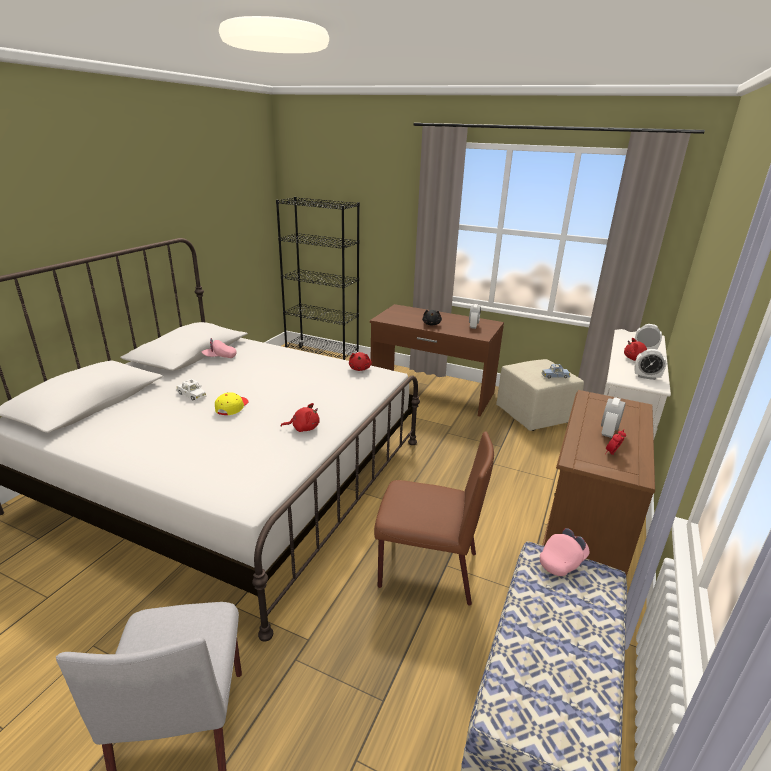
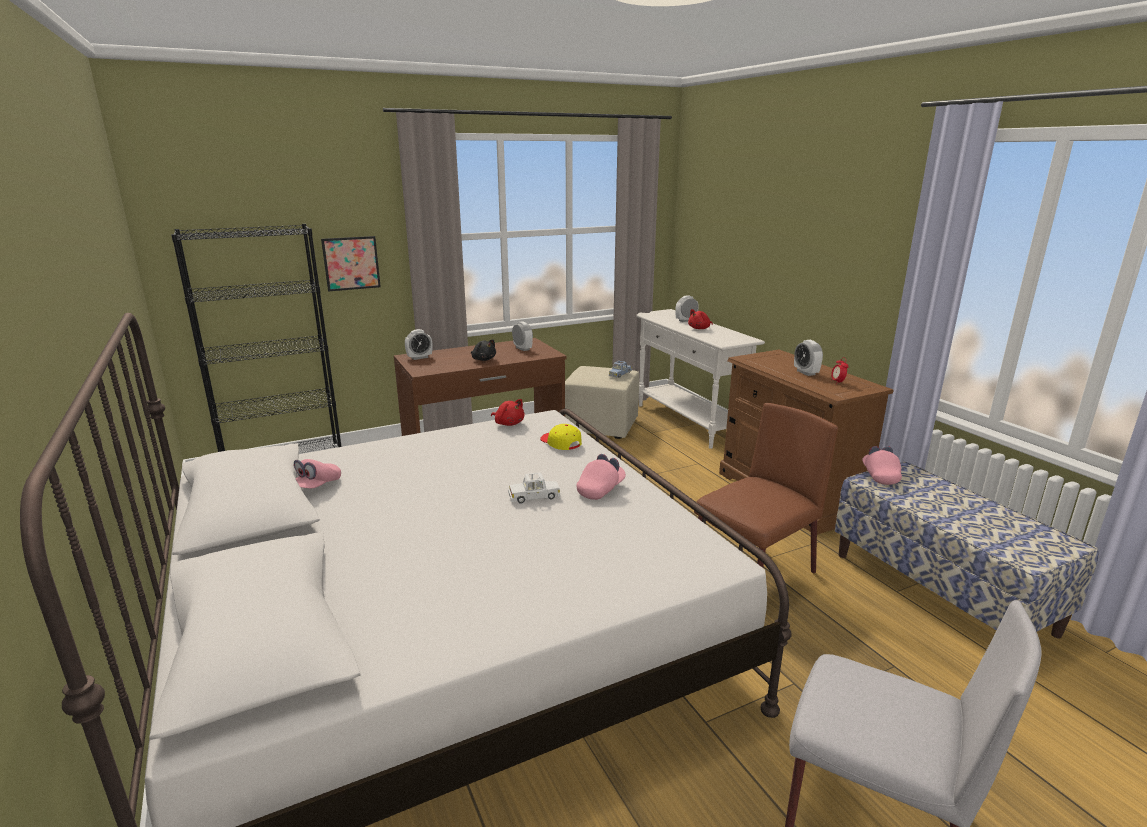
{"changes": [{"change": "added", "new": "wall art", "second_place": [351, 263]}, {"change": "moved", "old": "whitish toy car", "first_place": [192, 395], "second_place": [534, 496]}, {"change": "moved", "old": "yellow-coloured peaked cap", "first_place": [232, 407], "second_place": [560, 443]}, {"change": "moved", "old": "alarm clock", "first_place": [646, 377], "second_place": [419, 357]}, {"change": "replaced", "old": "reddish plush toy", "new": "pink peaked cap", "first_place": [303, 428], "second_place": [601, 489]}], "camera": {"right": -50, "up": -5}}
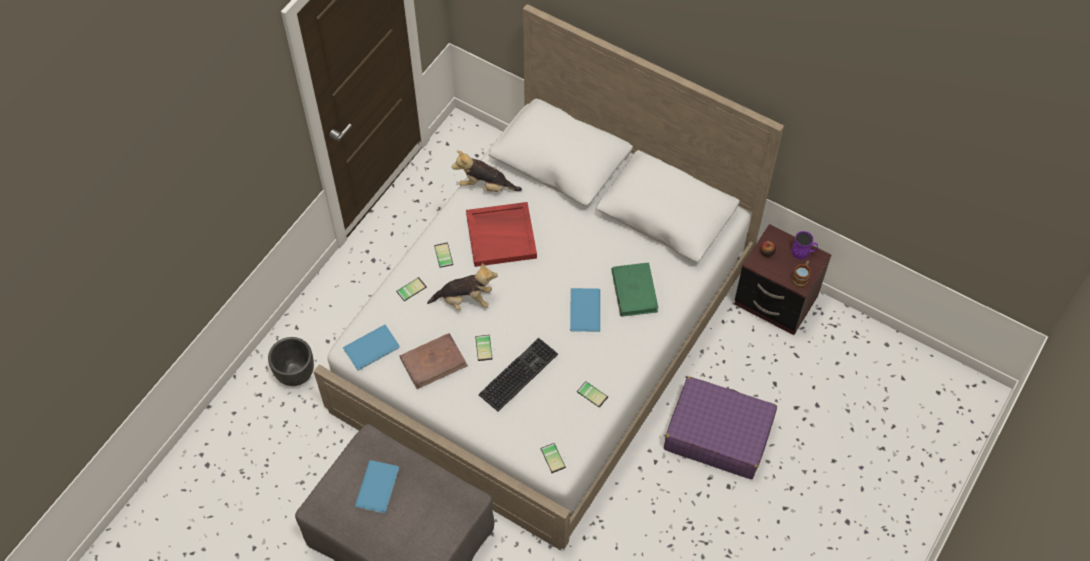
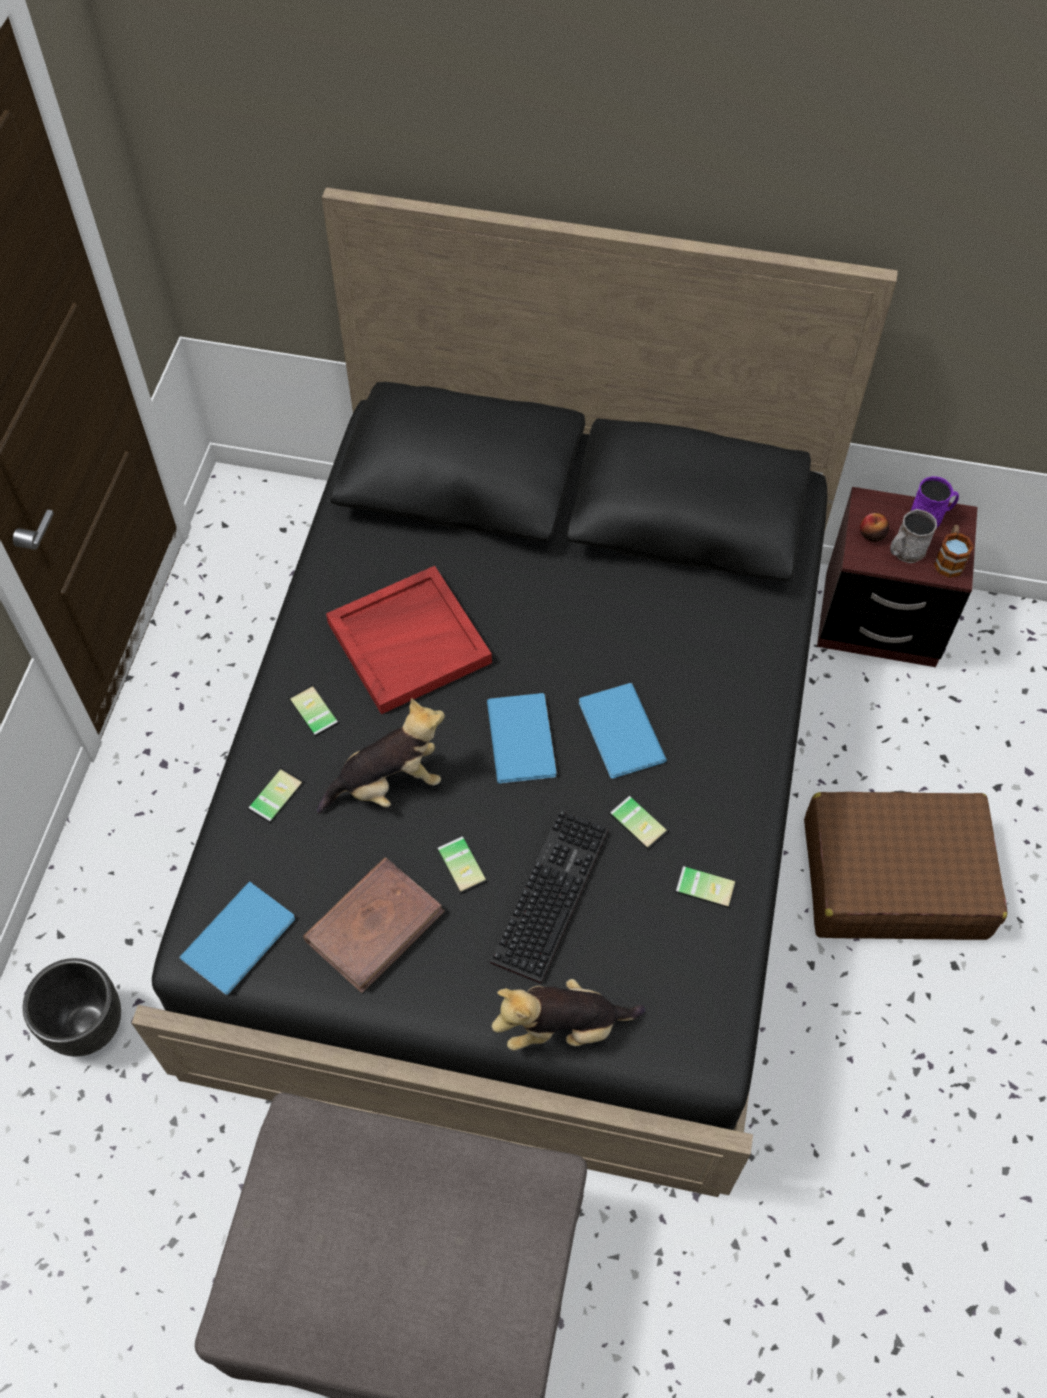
{"changes": [{"change": "removed", "old": "green volume", "first_place": [634, 291]}, {"change": "added", "new": "grey coffee mug", "second_place": [905, 552]}, {"change": "moved", "old": "blue-coloured volume", "first_place": [379, 486], "second_place": [523, 736]}, {"change": "moved", "old": "plush toy", "first_place": [486, 186], "second_place": [563, 1027]}, {"change": "moved", "old": "telephone", "first_place": [554, 457], "second_place": [640, 820]}, {"change": "recoloured", "old": "whitish bed", "new": "black-coloured bed", "first_place": [546, 334], "second_place": [525, 798]}, {"change": "recoloured", "old": "purplish piece of luggage", "new": "brown piece of luggage", "first_place": [717, 434], "second_place": [893, 878]}], "camera": {"right": -20, "up": 0}}
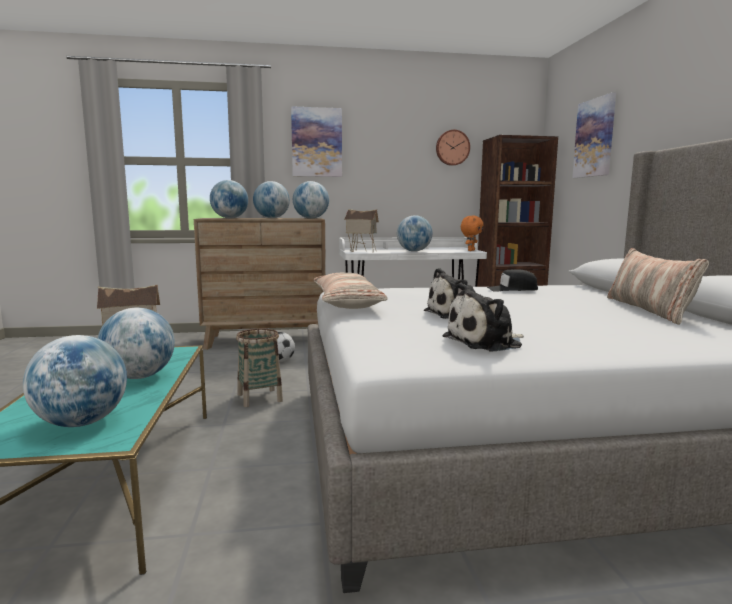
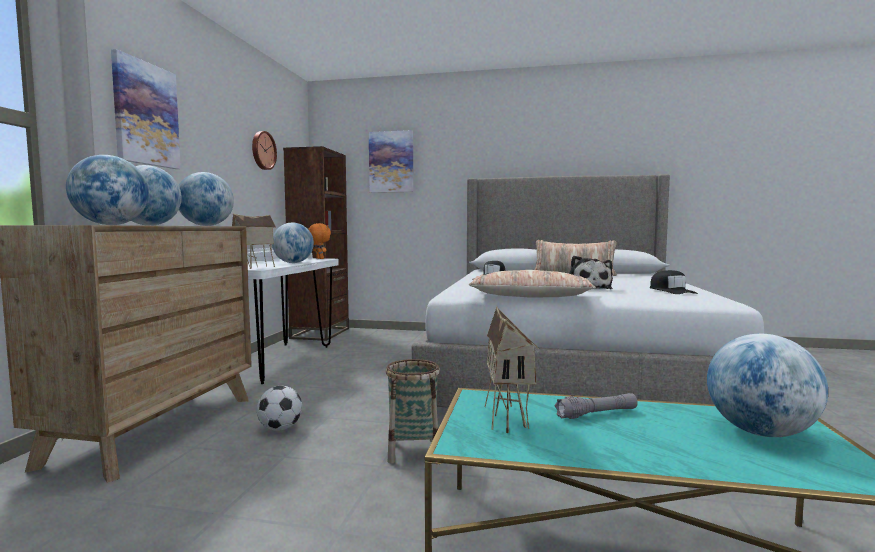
{"changes": [{"change": "replaced", "old": "world globe", "new": "grey torch", "first_place": [139, 377], "second_place": [597, 414]}, {"change": "replaced", "old": "plush toy", "new": "black-coloured peaked cap", "first_place": [486, 342], "second_place": [671, 291]}], "camera": {"right": -70, "up": -5}}
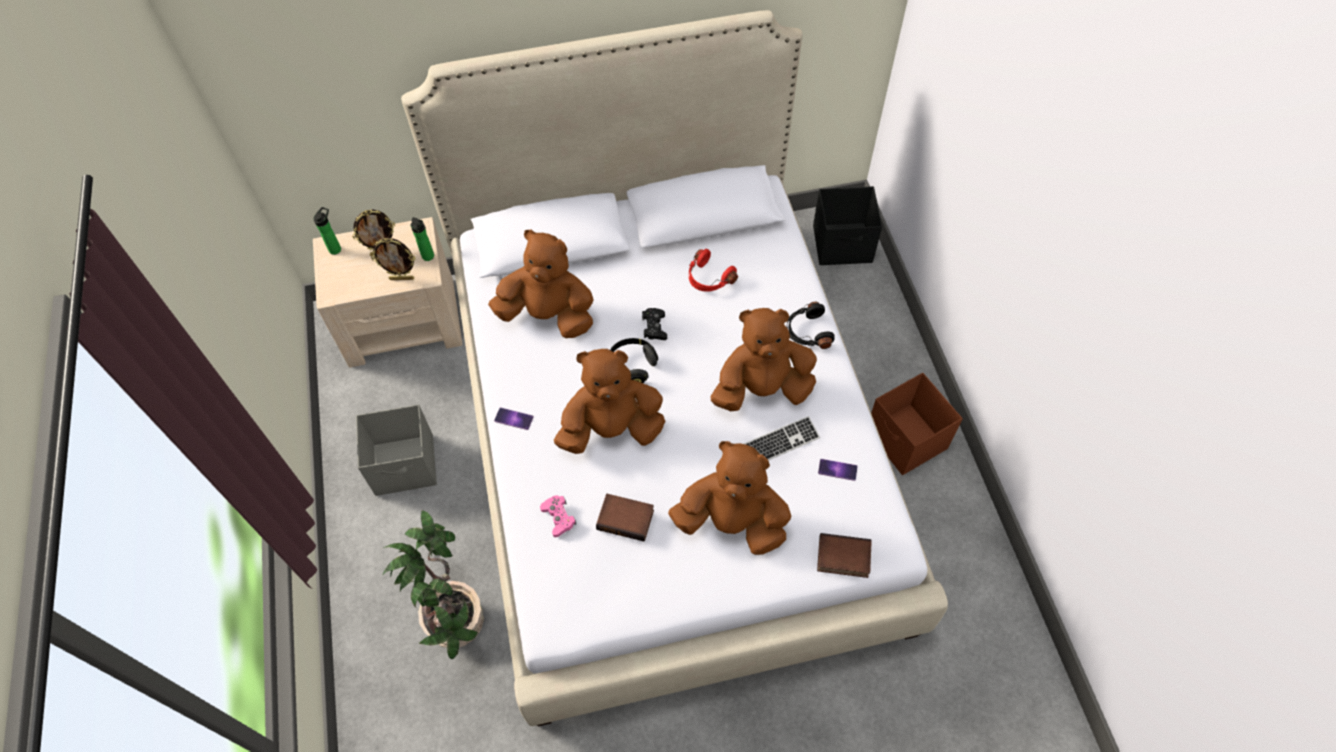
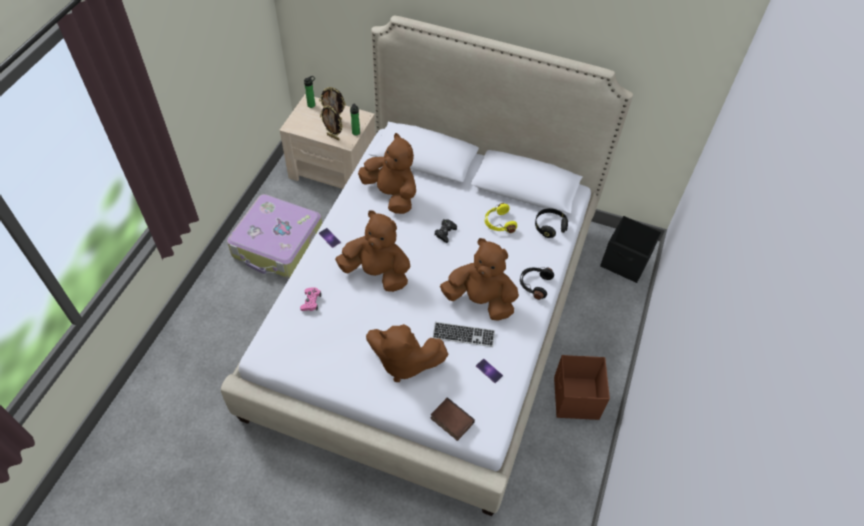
{"changes": [{"change": "removed", "old": "houseplant", "first_place": [458, 621]}, {"change": "removed", "old": "volume", "first_place": [626, 518]}, {"change": "moved", "old": "black-coloured pair of headphones", "first_place": [632, 366], "second_place": [549, 227]}, {"change": "replaced", "old": "grey storage bin", "new": "piece of luggage", "first_place": [406, 465], "second_place": [278, 244]}, {"change": "recoloured", "old": "reddish pair of headphones", "new": "yellow-coloured pair of headphones", "first_place": [708, 278], "second_place": [498, 223]}, {"change": "turned", "old": "brown plush toy", "first_place": [732, 522], "second_place": [403, 362], "degrees": 150}], "camera": {"right": 30, "up": -5}}
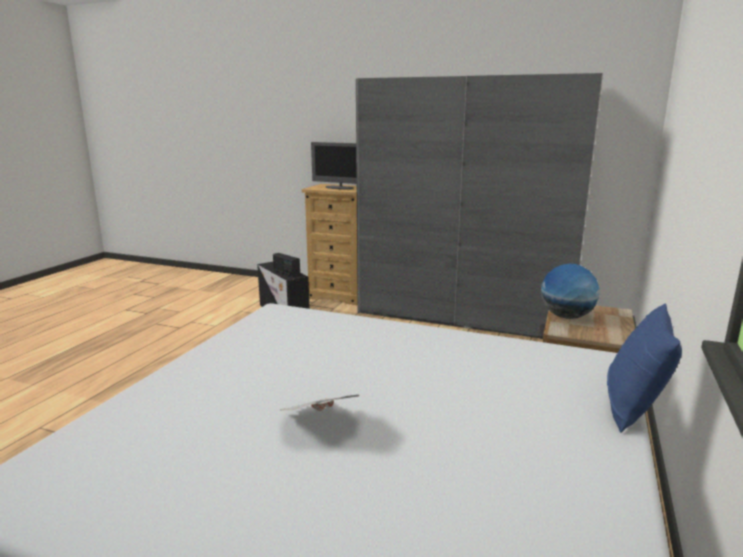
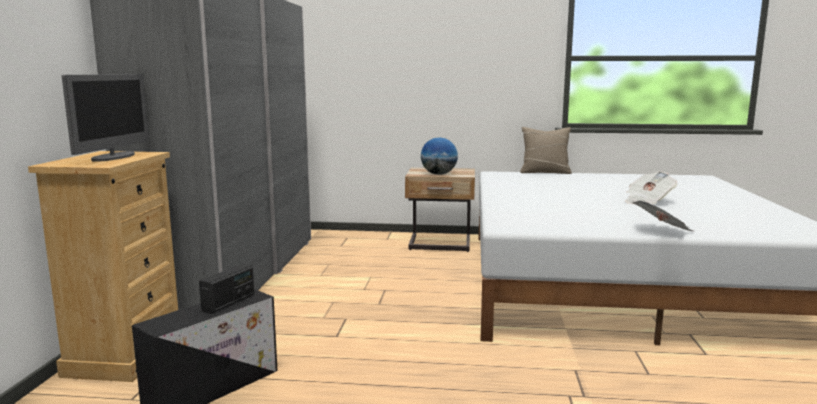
{"changes": [{"change": "added", "new": "printed paper", "second_place": [662, 232]}, {"change": "recoloured", "old": "blue-coloured throw pillow", "new": "sand-coloured throw pillow", "first_place": [633, 407], "second_place": [545, 172]}], "camera": {"right": -105, "up": -5}}
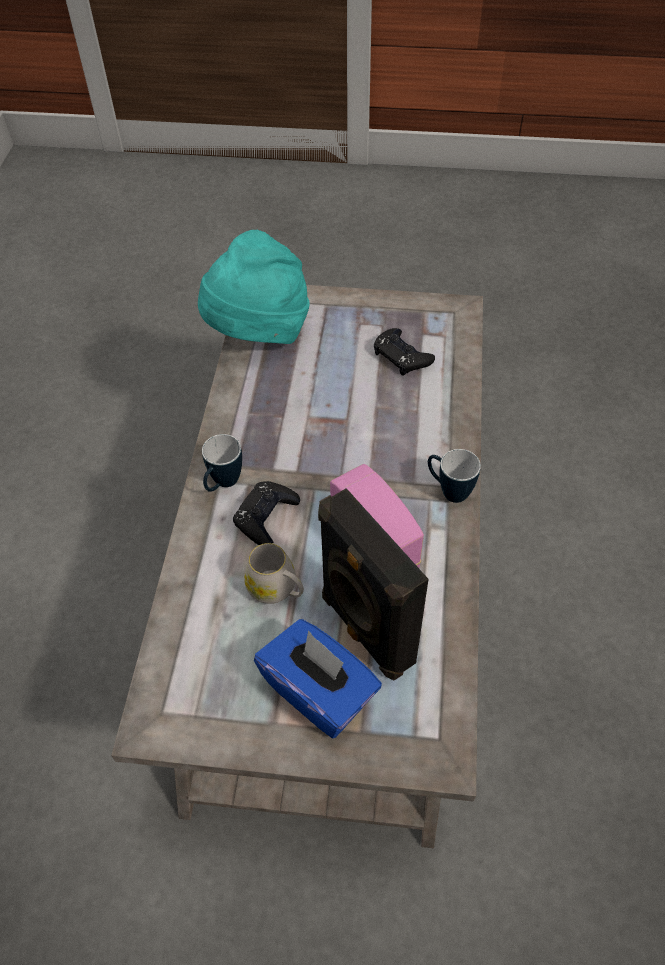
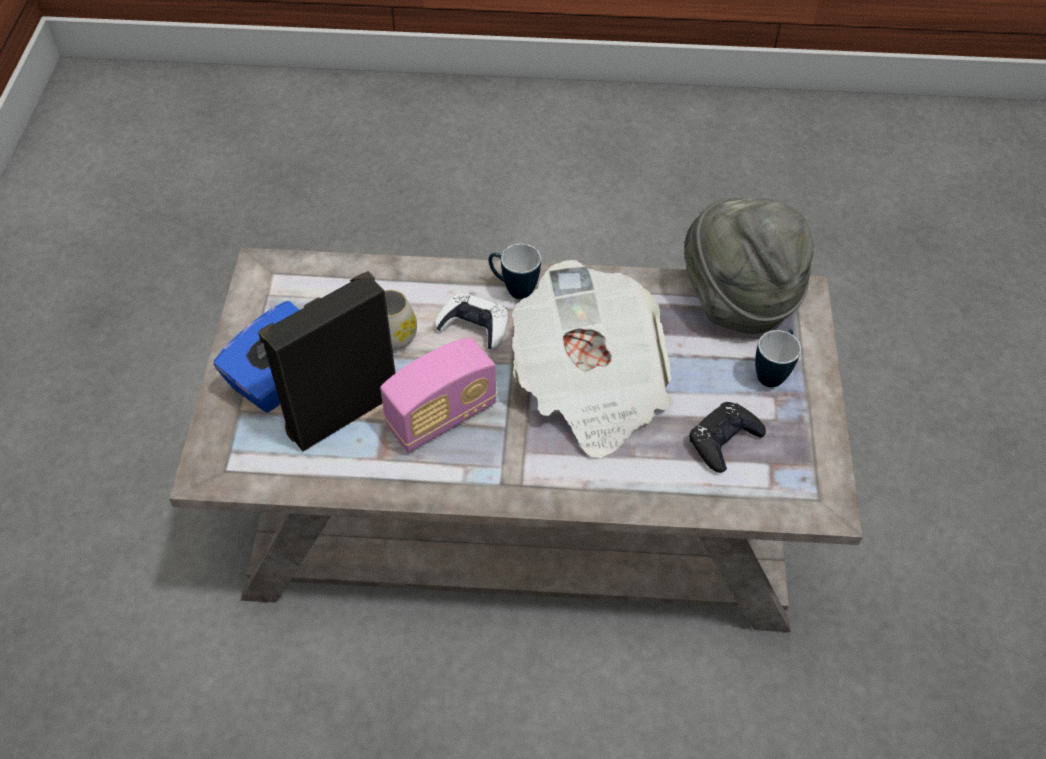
{"changes": [{"change": "added", "new": "printed paper", "second_place": [590, 386]}, {"change": "moved", "old": "coffee mug", "first_place": [448, 490], "second_place": [773, 373]}, {"change": "recoloured", "old": "turquoise-coloured clothing hat", "new": "grey clothing hat", "first_place": [258, 332], "second_place": [738, 299]}, {"change": "recoloured", "old": "black-coloured game controller", "new": "whitish game controller", "first_place": [266, 517], "second_place": [474, 326]}], "camera": {"right": 85, "up": 0}}
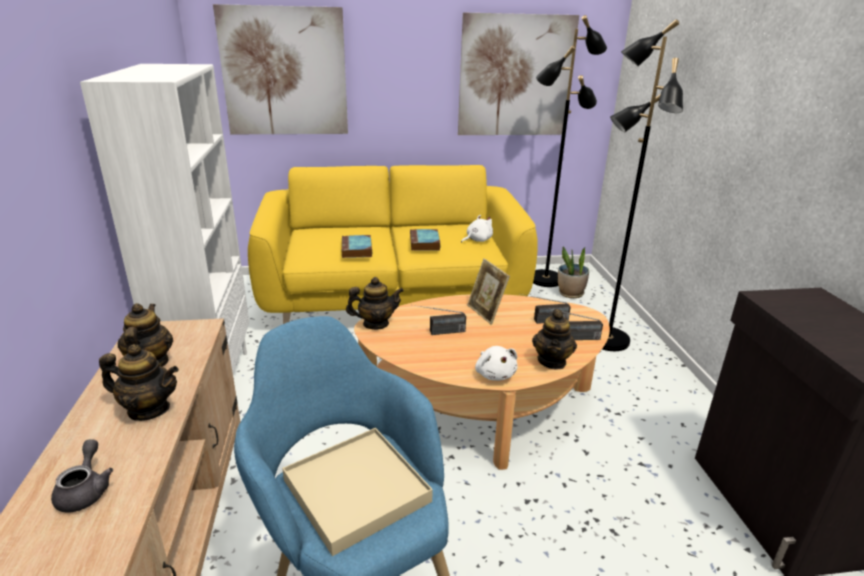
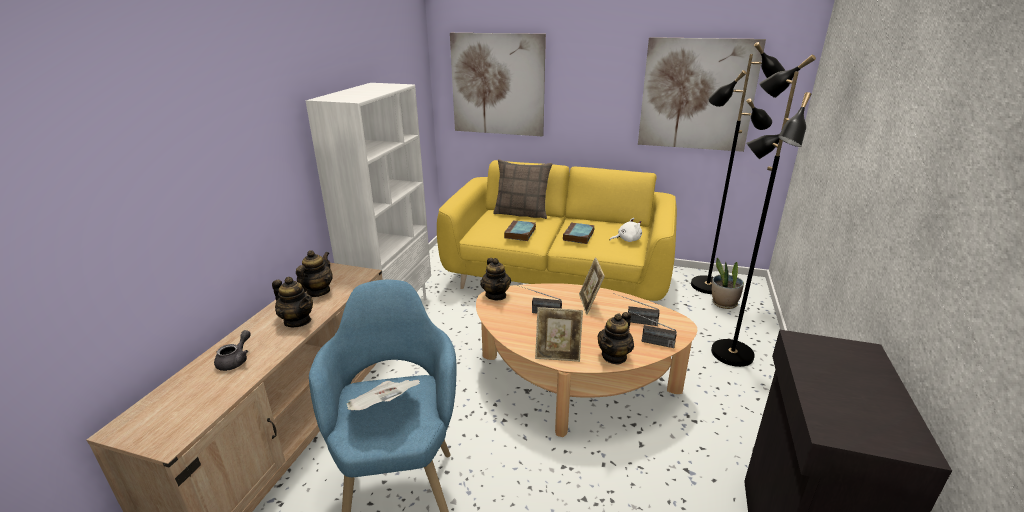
{"changes": [{"change": "added", "new": "throw pillow", "second_place": [522, 213]}, {"change": "replaced", "old": "sand-coloured carrying tray", "new": "printed paper", "first_place": [356, 491], "second_place": [385, 408]}, {"change": "replaced", "old": "whitish plush toy", "new": "standing frame", "first_place": [495, 374], "second_place": [558, 355]}, {"change": "turned", "old": "teapot", "first_place": [375, 324], "second_place": [496, 295], "degrees": 60}], "camera": {"right": 25, "up": 0}}
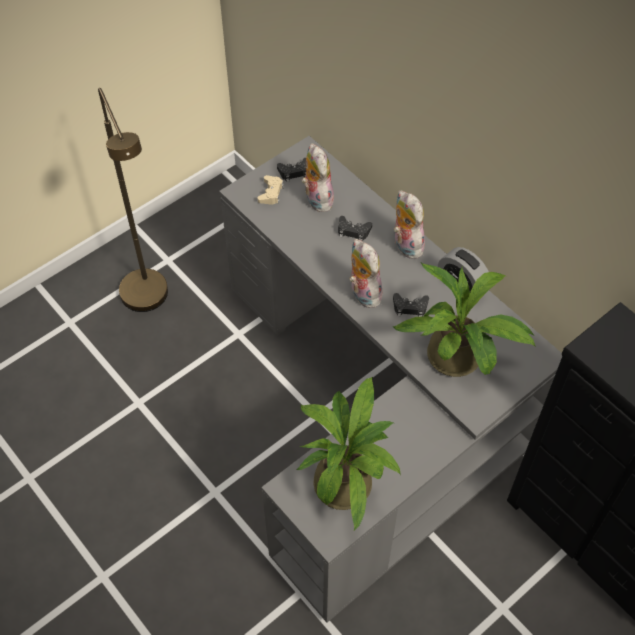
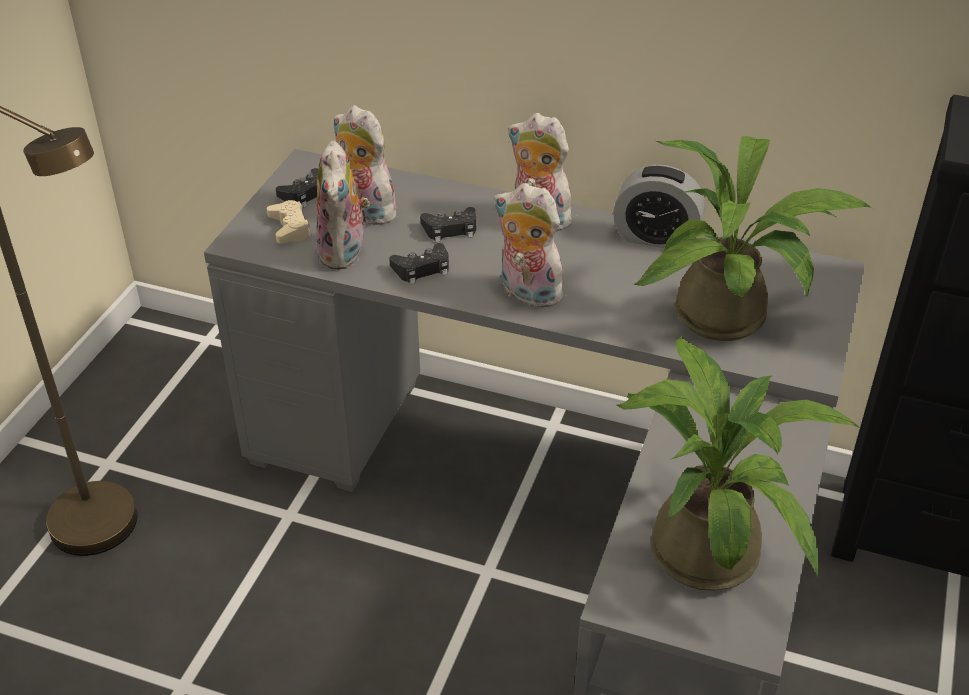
{"changes": [{"change": "added", "new": "plush toy", "second_place": [345, 253]}, {"change": "moved", "old": "black-coloured game controller", "first_place": [410, 307], "second_place": [422, 269]}], "camera": {"right": -30, "up": -15}}
